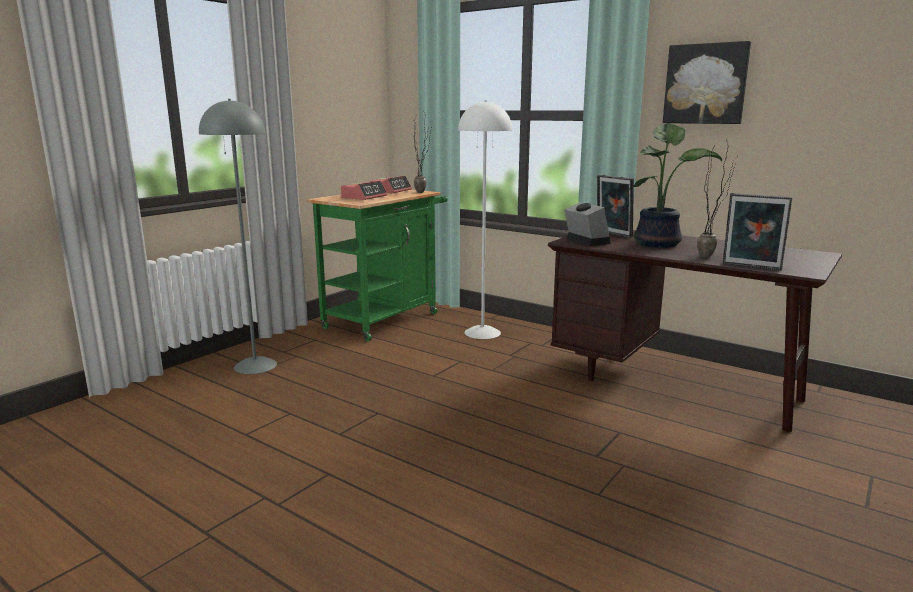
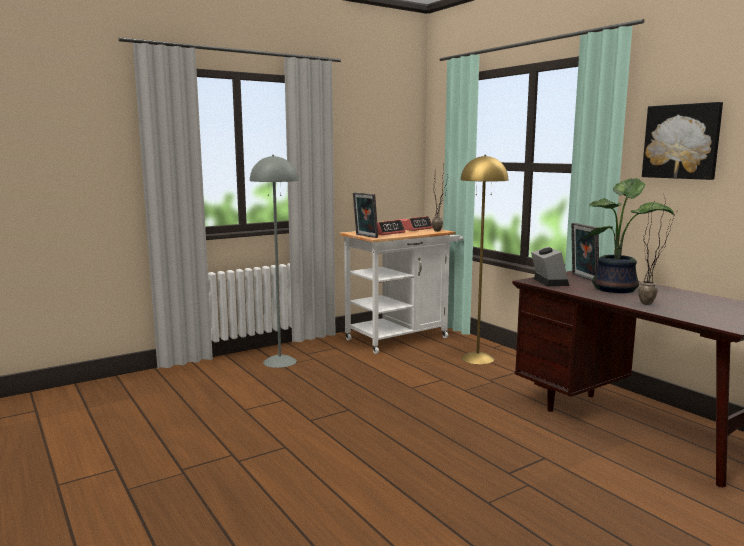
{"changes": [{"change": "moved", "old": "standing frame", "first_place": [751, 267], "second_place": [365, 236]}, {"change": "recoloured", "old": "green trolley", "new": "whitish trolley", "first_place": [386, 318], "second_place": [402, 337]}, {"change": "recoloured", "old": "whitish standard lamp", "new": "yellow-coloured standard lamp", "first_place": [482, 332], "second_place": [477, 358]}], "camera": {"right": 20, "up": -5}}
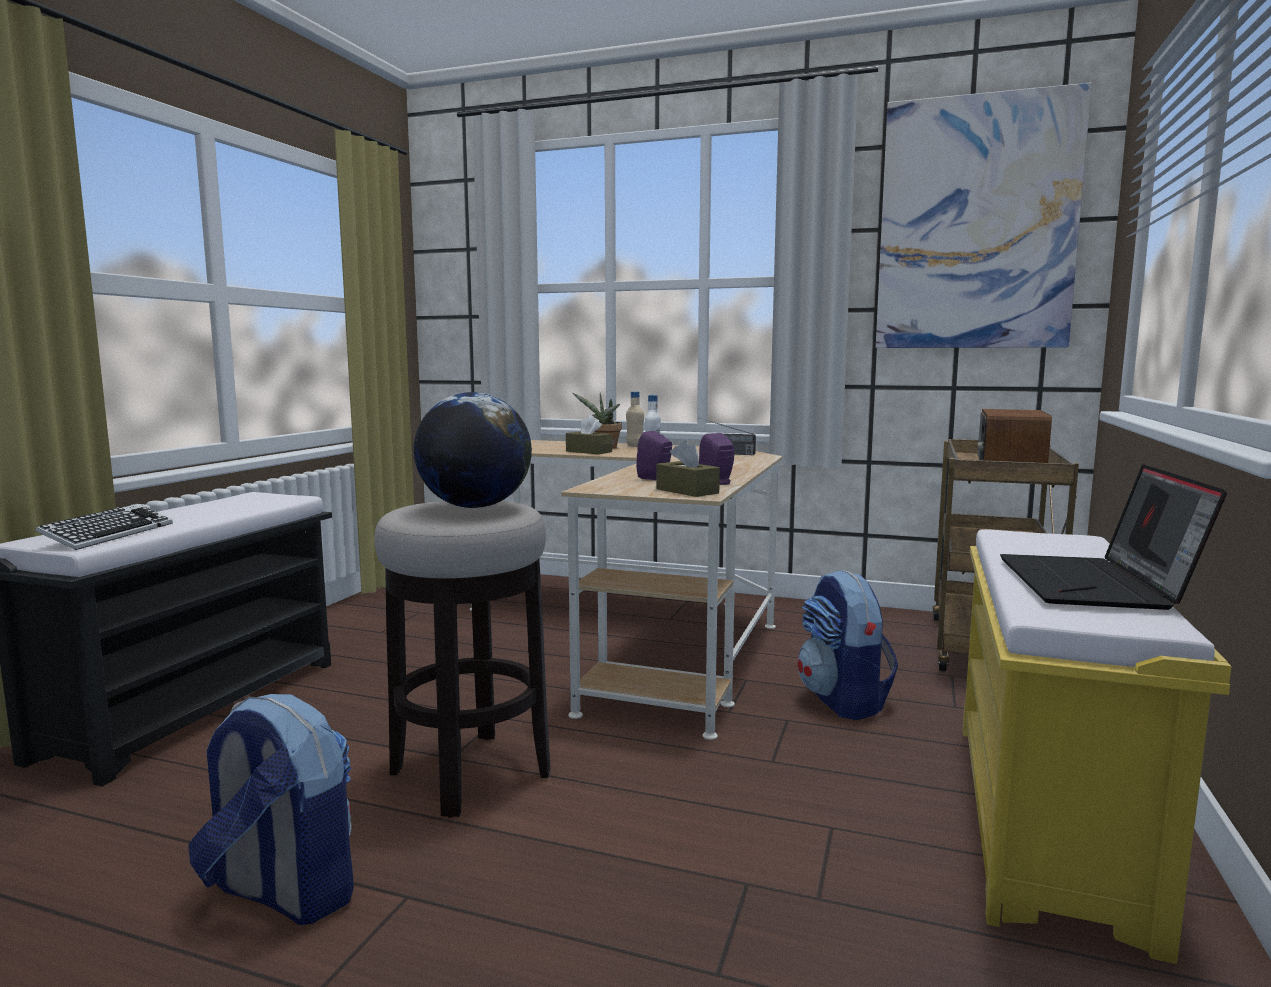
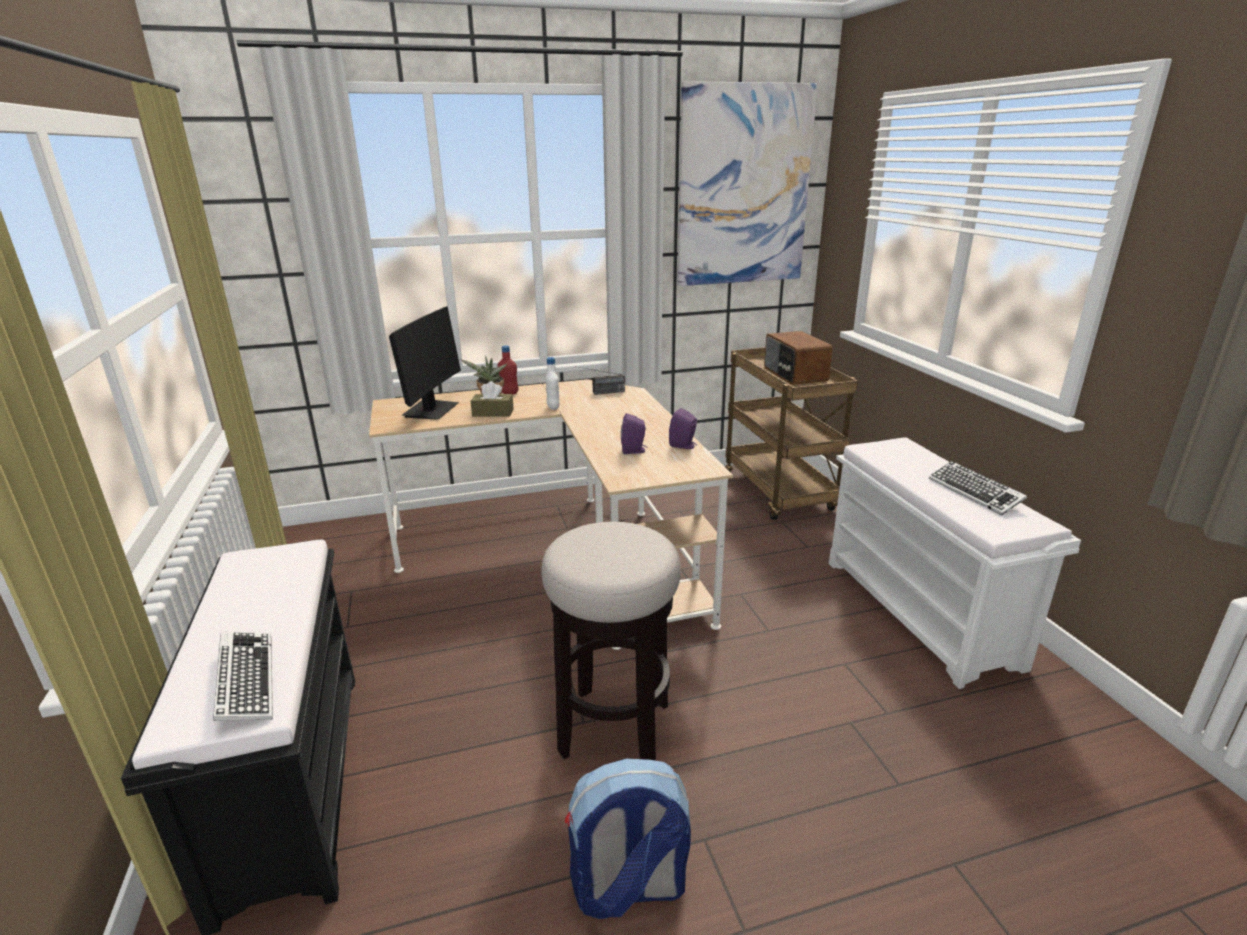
{"changes": [{"change": "removed", "old": "world globe", "first_place": [474, 507]}, {"change": "removed", "old": "brown tissue box", "first_place": [687, 491]}, {"change": "removed", "old": "backpack", "first_place": [843, 701]}, {"change": "added", "new": "computer screen", "second_place": [431, 410]}, {"change": "replaced", "old": "laptop", "new": "keyboard", "first_place": [1097, 585], "second_place": [974, 493]}, {"change": "recoloured", "old": "sand-coloured beverage bottle", "new": "reddish beverage bottle", "first_place": [634, 446], "second_place": [509, 393]}, {"change": "recoloured", "old": "yellow-coloured indoor bench", "new": "whitish indoor bench", "first_place": [1047, 821], "second_place": [920, 612]}], "camera": {"right": -35, "up": 15}}
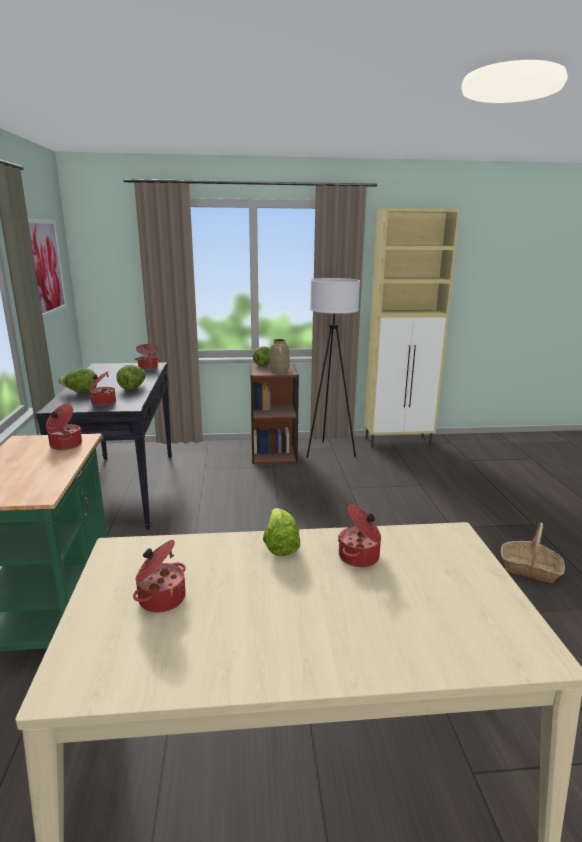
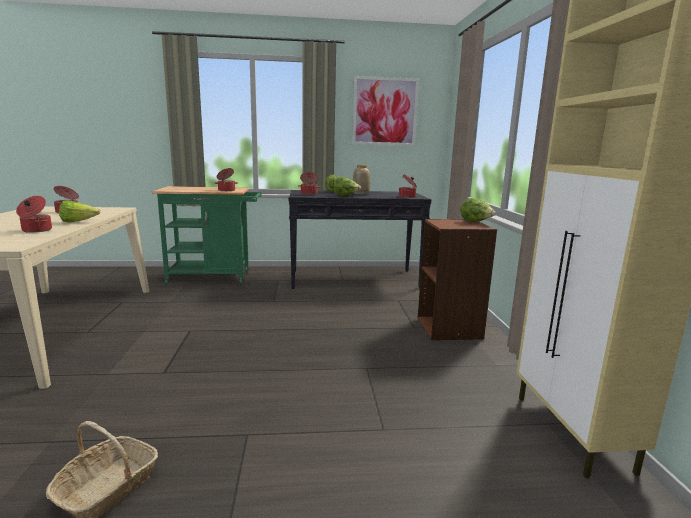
{"changes": [{"change": "removed", "old": "whitish standard lamp", "first_place": [329, 452]}, {"change": "moved", "old": "flower vase", "first_place": [279, 371], "second_place": [360, 193]}], "camera": {"right": 90, "up": -5}}
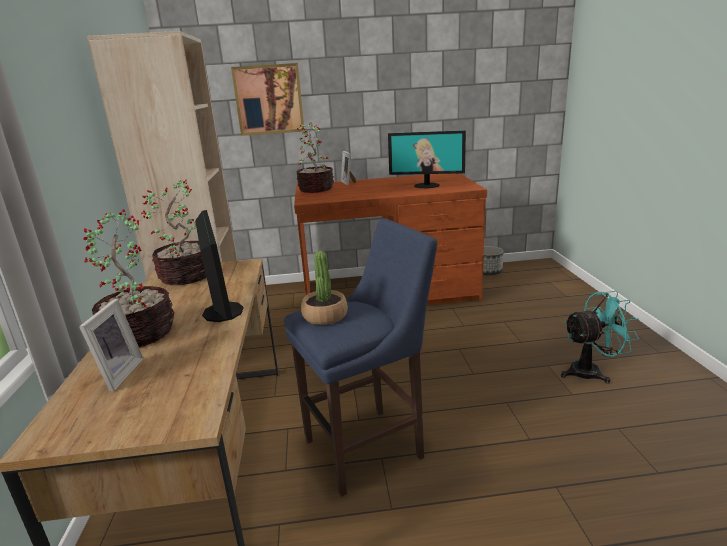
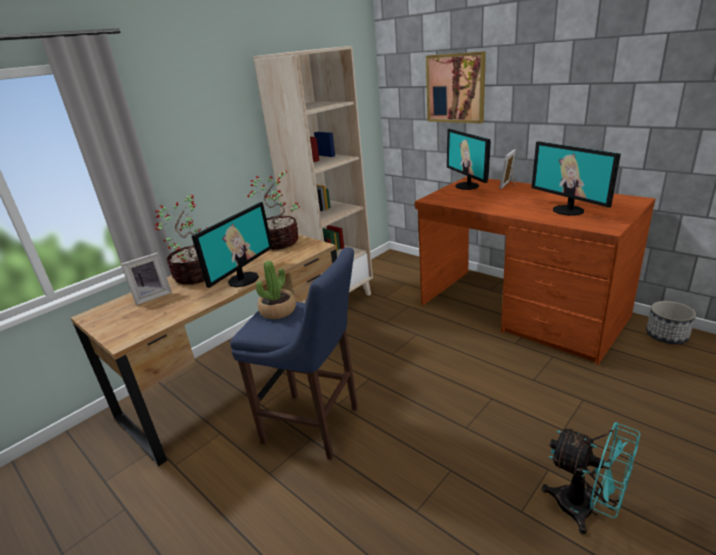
{"changes": [{"change": "replaced", "old": "houseplant", "new": "computer screen", "first_place": [315, 189], "second_place": [467, 186]}], "camera": {"right": 50, "up": 5}}
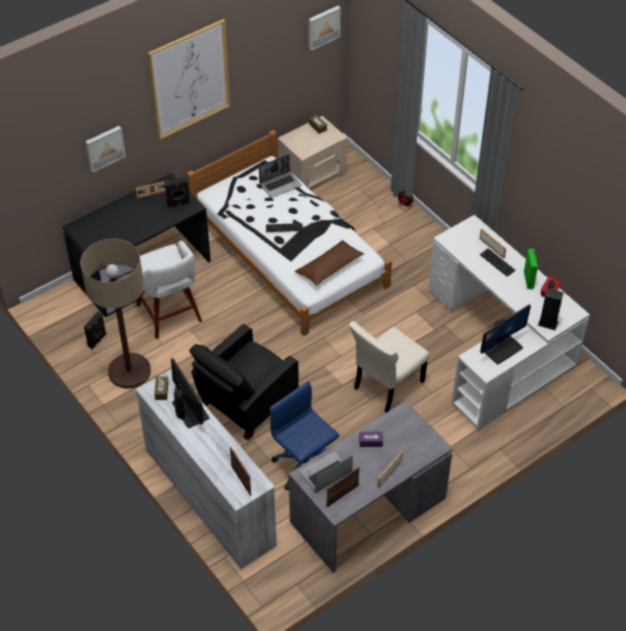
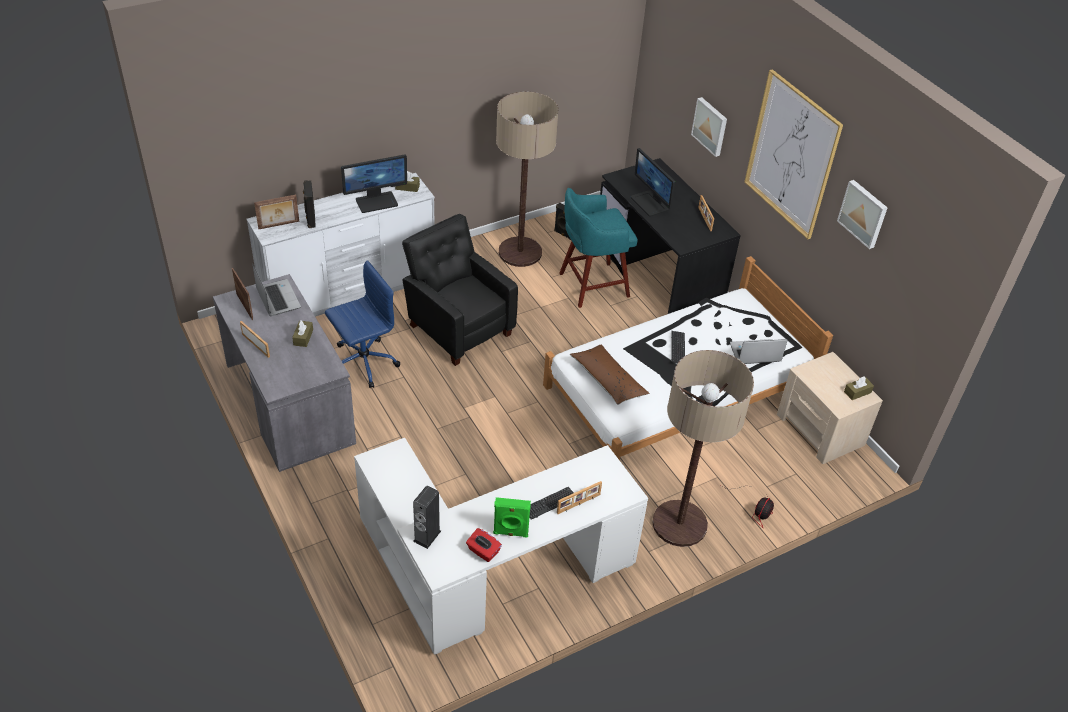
{"changes": [{"change": "removed", "old": "sand-coloured upright chair", "first_place": [386, 386]}, {"change": "added", "new": "standard lamp", "second_place": [679, 524]}, {"change": "moved", "old": "black-coloured loudspeaker", "first_place": [178, 204], "second_place": [310, 219]}, {"change": "moved", "old": "wall art", "first_place": [323, 26], "second_place": [863, 213]}, {"change": "moved", "old": "computer screen", "first_place": [502, 348], "second_place": [650, 203]}, {"change": "recoloured", "old": "whitish stool seat", "new": "turquoise-coloured stool seat", "first_place": [169, 314], "second_place": [591, 285]}, {"change": "recoloured", "old": "purplish tissue box", "new": "brown tissue box", "first_place": [370, 442], "second_place": [303, 337]}, {"change": "turned", "old": "laptop", "first_place": [280, 184], "second_place": [754, 354], "degrees": 105}], "camera": {"right": 95, "up": -5}}
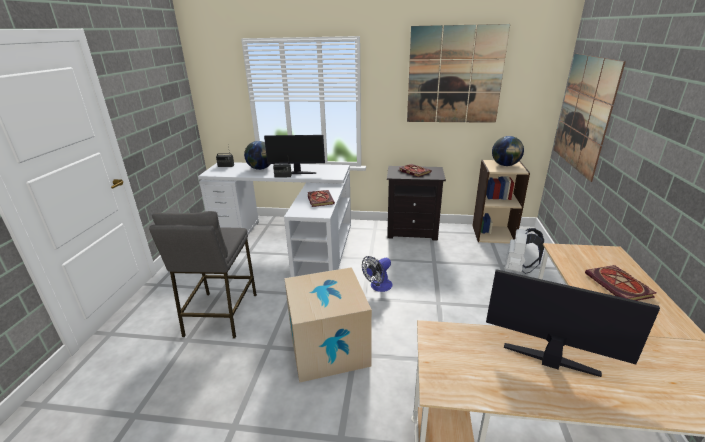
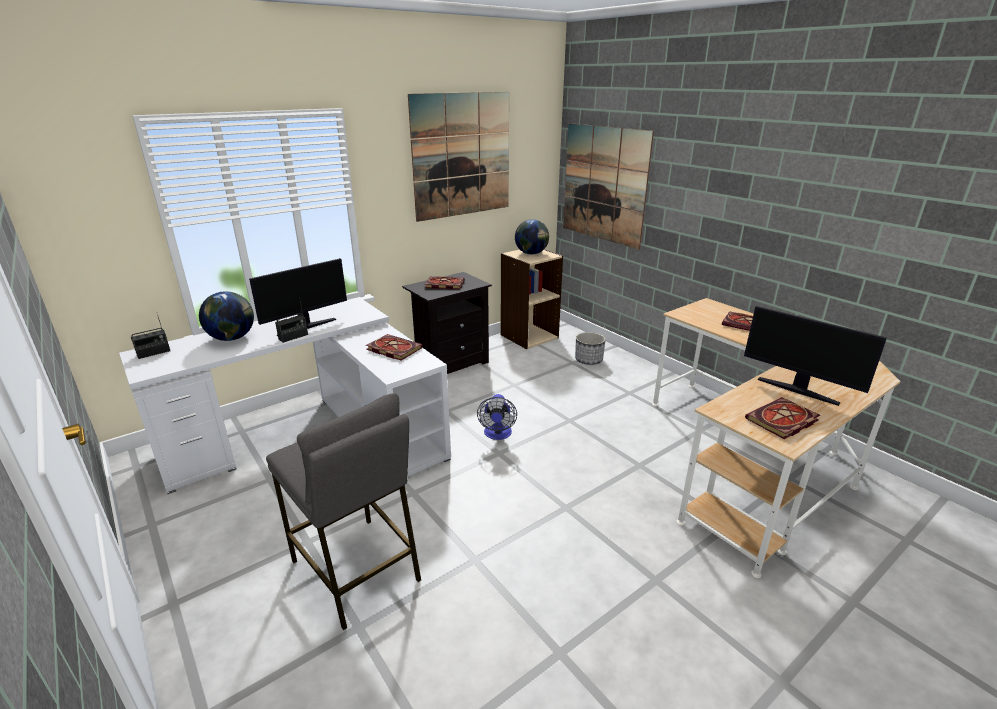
{"changes": [{"change": "removed", "old": "cardboard box", "first_place": [328, 347]}, {"change": "added", "new": "volume", "second_place": [782, 421]}, {"change": "replaced", "old": "whitish backpack", "new": "planter", "first_place": [518, 269], "second_place": [589, 360]}, {"change": "turned", "old": "computer screen", "first_place": [550, 361], "second_place": [798, 390], "degrees": -120}], "camera": {"right": -45, "up": 0}}
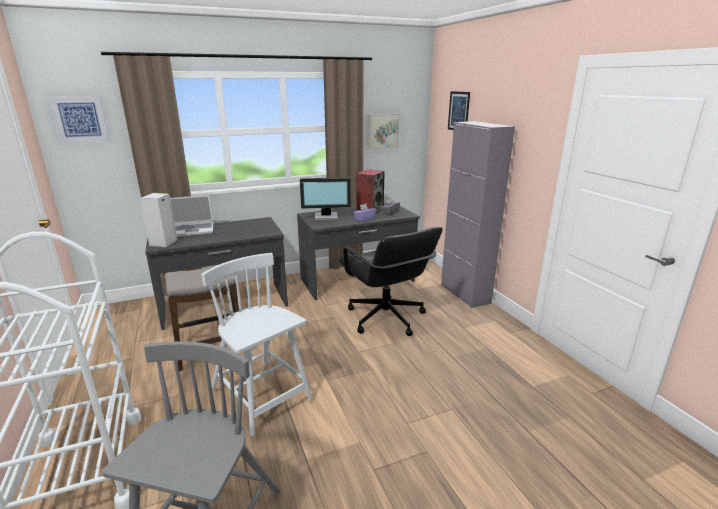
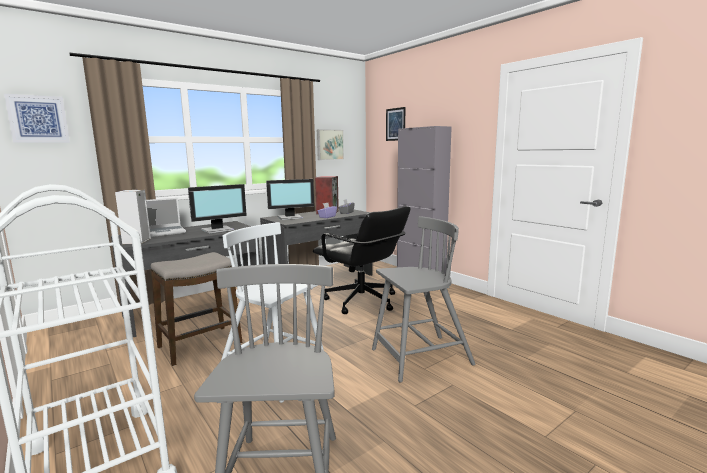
{"changes": [{"change": "added", "new": "computer screen", "second_place": [218, 230]}, {"change": "added", "new": "grey upright chair", "second_place": [419, 357]}], "camera": {"right": -15, "up": -10}}
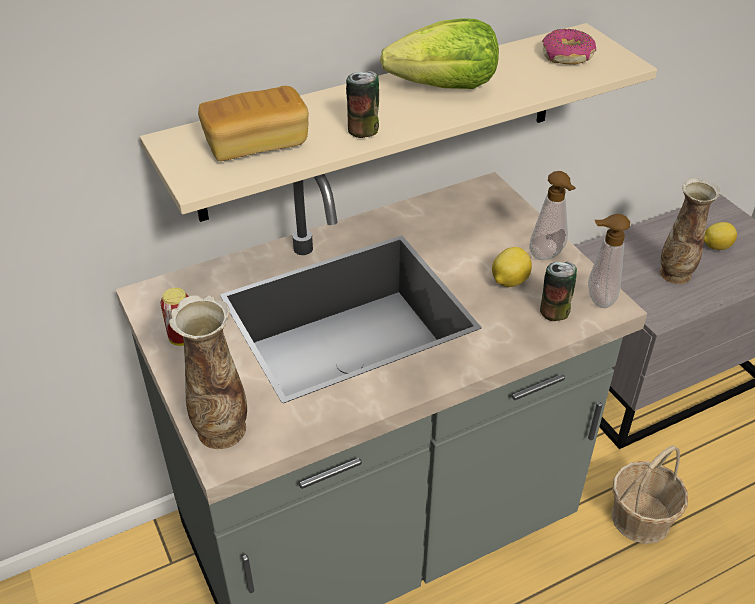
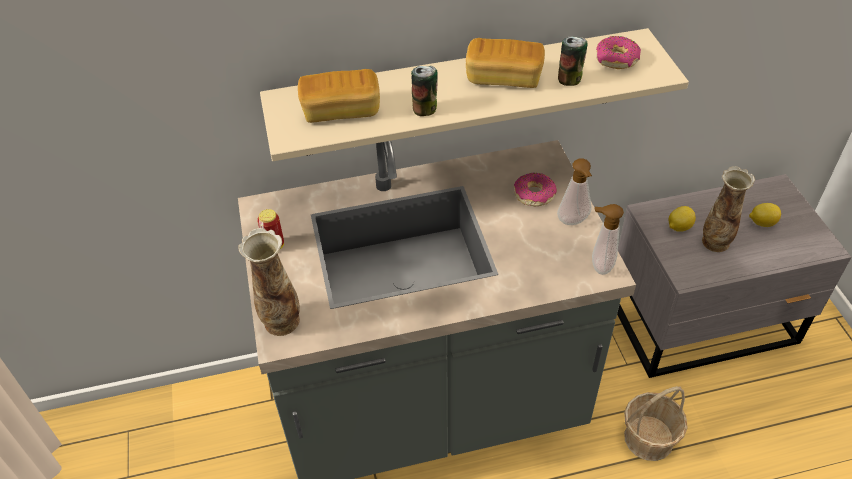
{"changes": [{"change": "added", "new": "ring doughnut", "second_place": [534, 194]}, {"change": "moved", "old": "lemon", "first_place": [508, 281], "second_place": [678, 227]}, {"change": "moved", "old": "can", "first_place": [554, 311], "second_place": [569, 79]}, {"change": "replaced", "old": "head of lettuce", "new": "baked bread", "first_place": [445, 87], "second_place": [504, 78]}], "camera": {"right": 15, "up": 5}}
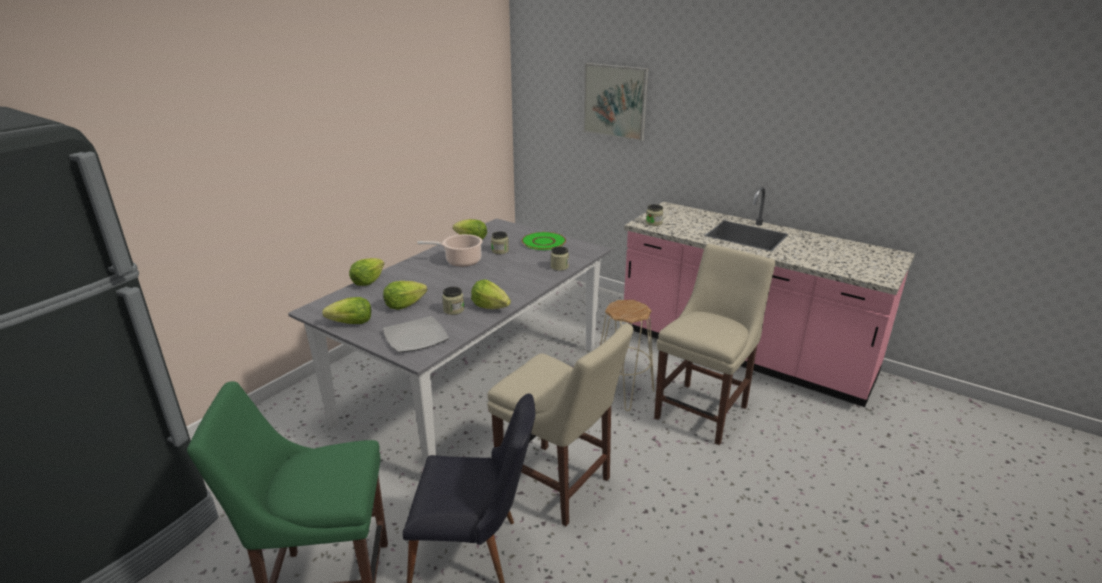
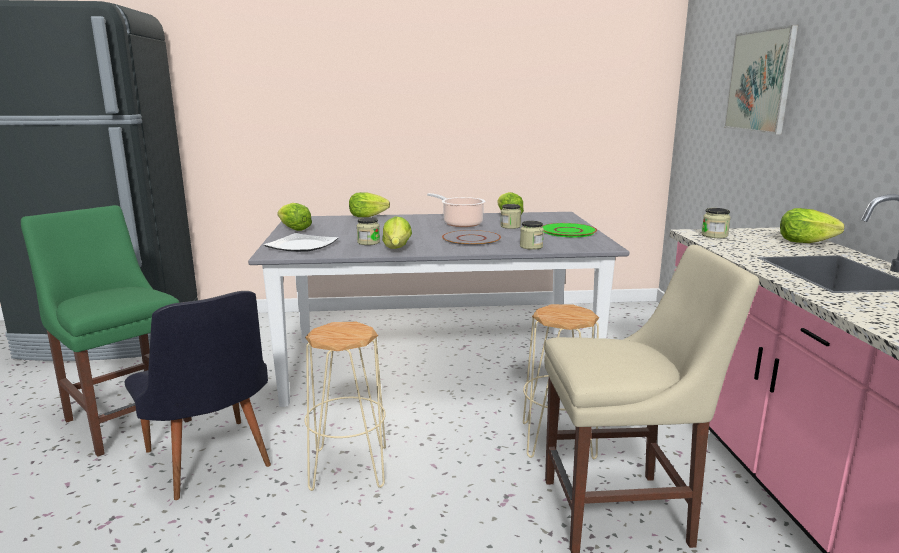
{"changes": [{"change": "added", "new": "grey dinner plate", "second_place": [471, 239]}, {"change": "moved", "old": "head of lettuce", "first_place": [404, 305], "second_place": [804, 242]}, {"change": "replaced", "old": "sand-coloured upright chair", "new": "sand-coloured stool seat", "first_place": [558, 486], "second_place": [348, 468]}], "camera": {"right": 50, "up": -10}}
